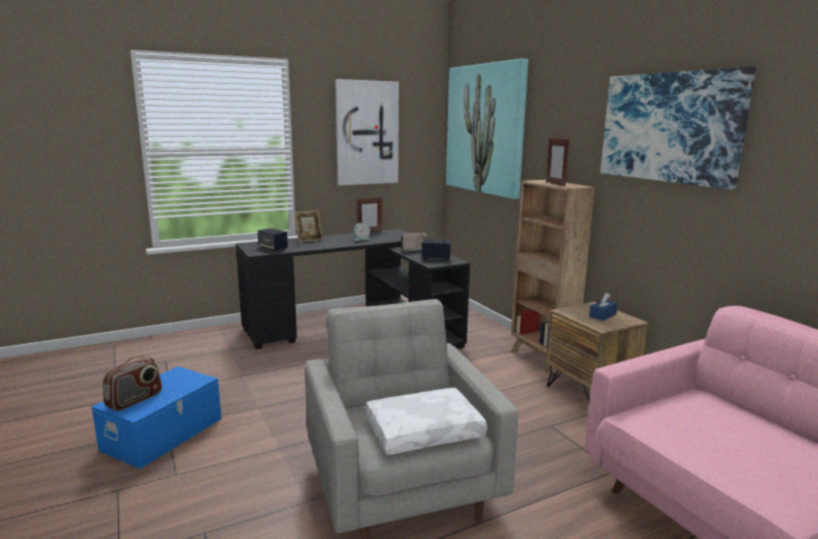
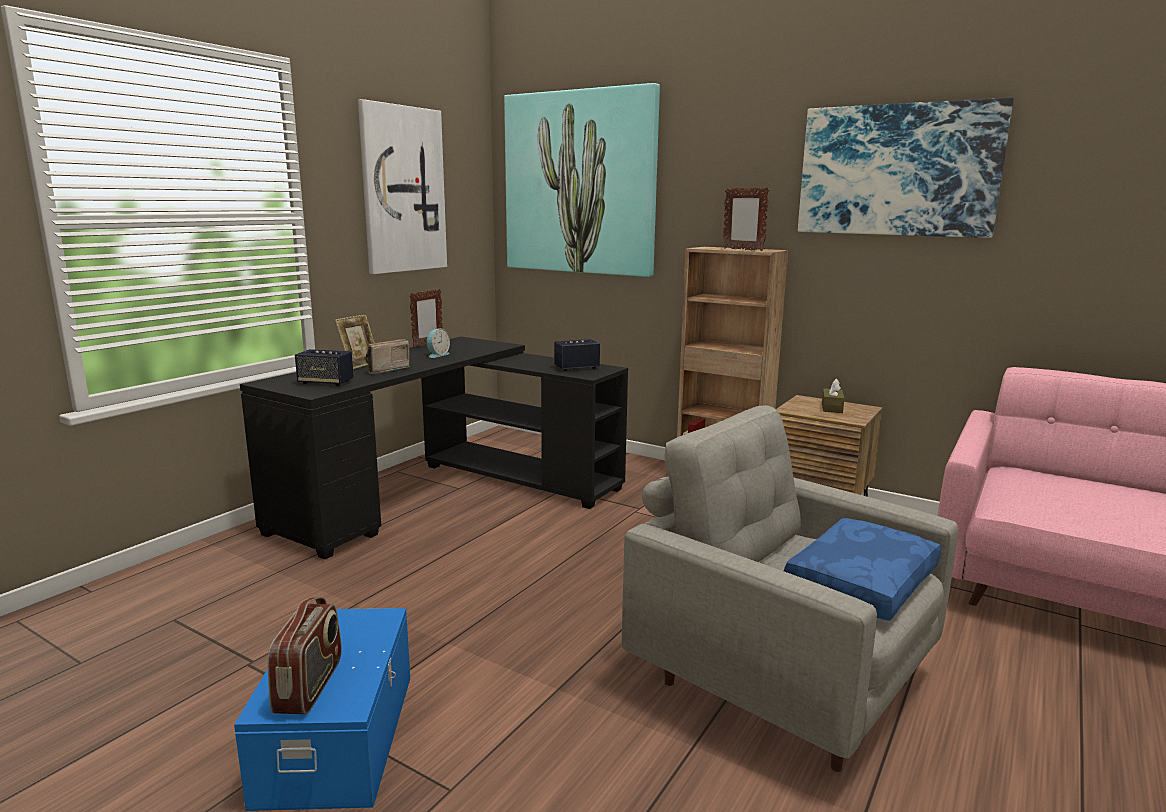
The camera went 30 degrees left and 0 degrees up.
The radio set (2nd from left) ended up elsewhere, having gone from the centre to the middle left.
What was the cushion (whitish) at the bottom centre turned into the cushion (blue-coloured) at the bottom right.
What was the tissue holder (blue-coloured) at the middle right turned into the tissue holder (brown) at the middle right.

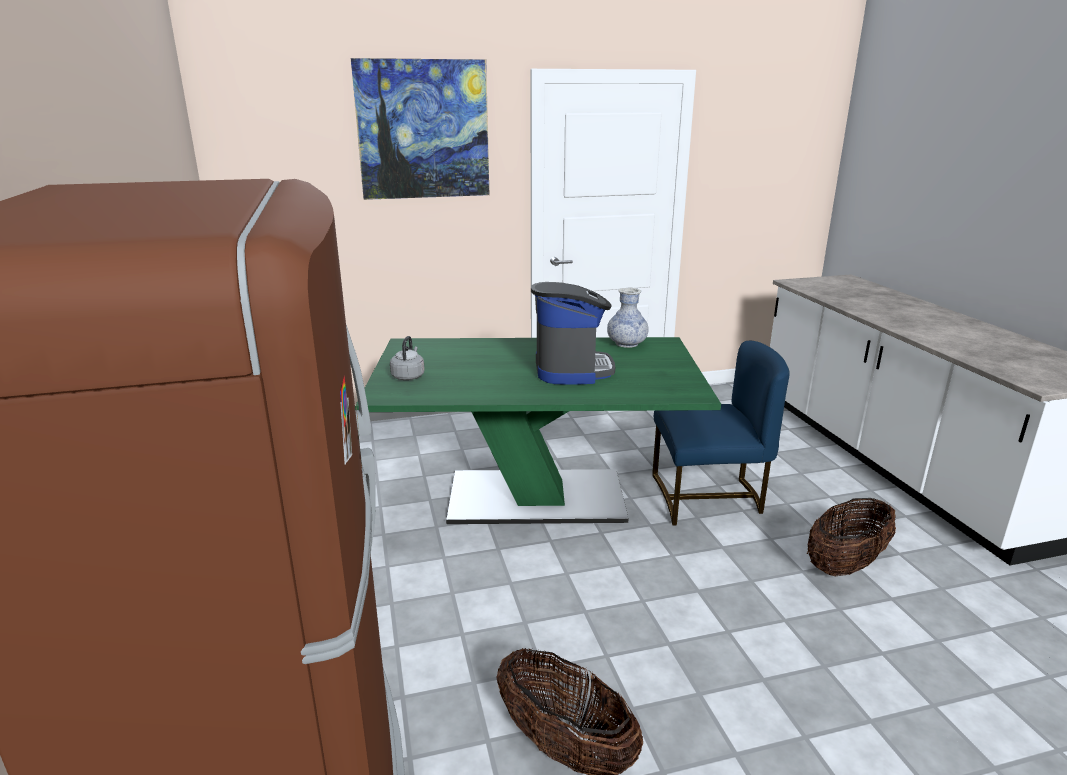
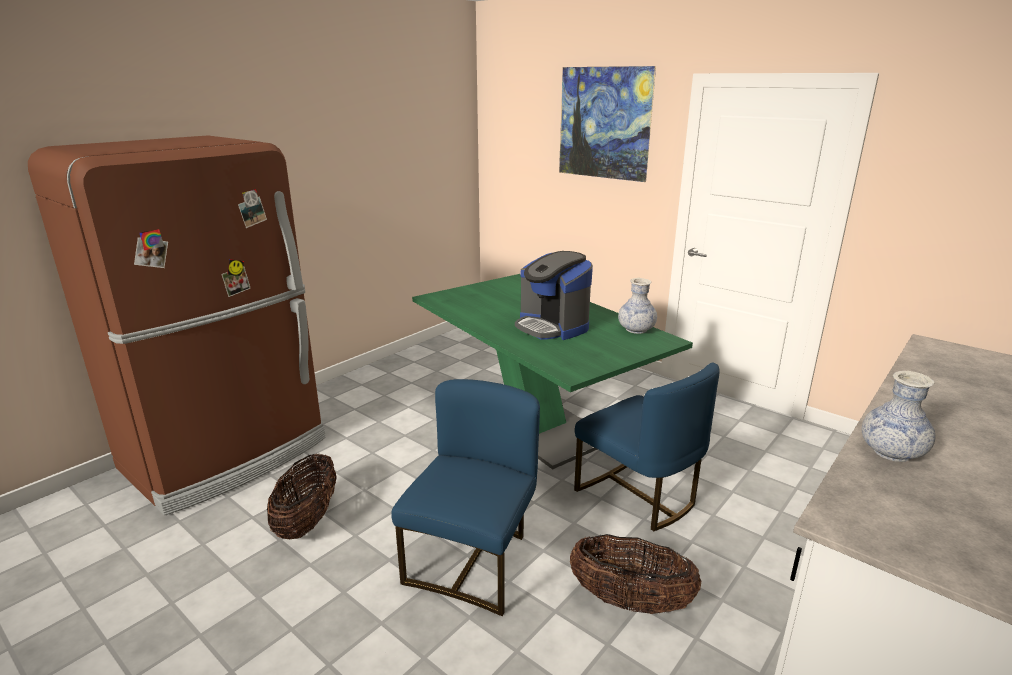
The camera went 55 degrees right and 0 degrees up.
The second view gained the upright chair (blue-coloured) (1st from left) at the bottom centre.
The coffee maker at the centre ended up facing another way, 90 degrees clockwise from before.
The second view gained the flower vase (2nd from left) at the middle right.
The second view lost the water kettle (greyish) at the centre.

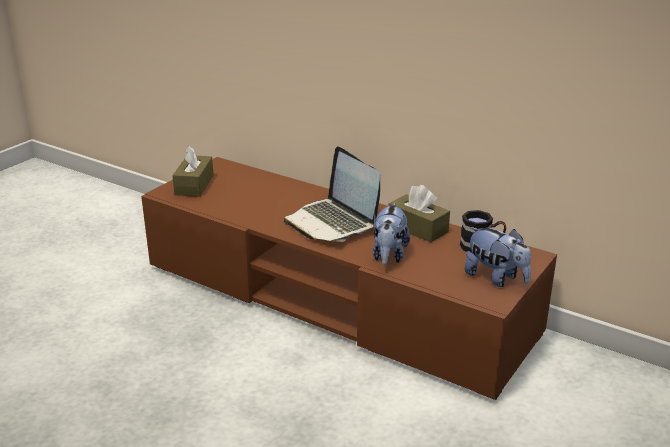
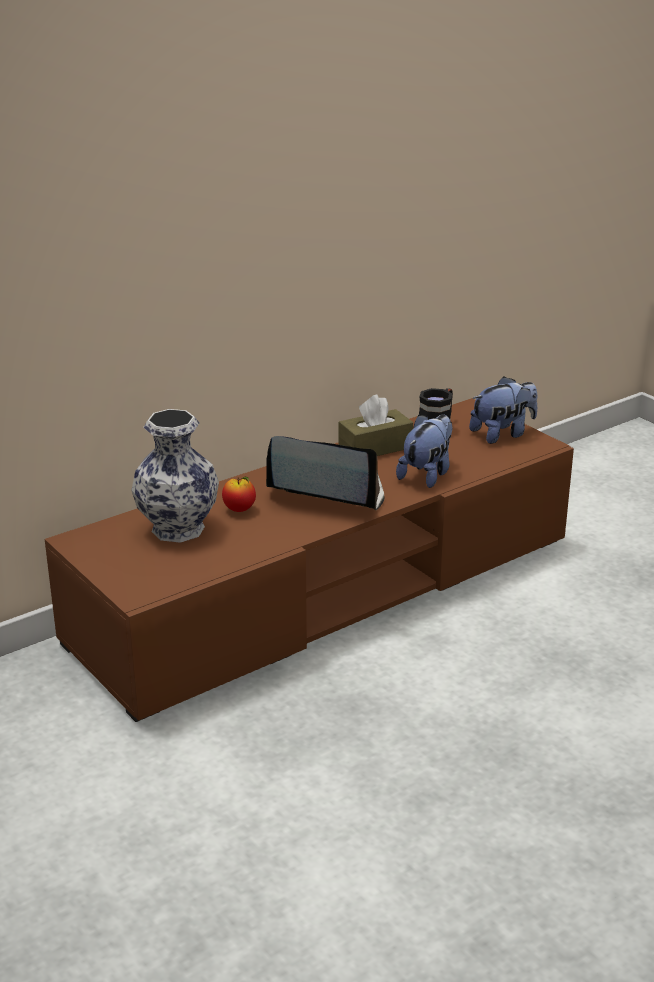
The camera went 70 degrees left and 0 degrees up.
The second view gained the flower vase at the middle left.
The second view gained the apple fruit at the centre.
The laptop at the centre ended up facing another way, 150 degrees counterclockwise from before.
The cuddly toy (1st from left) at the centre ended up facing another way, 90 degrees counterclockwise from before.
The second view lost the tissue holder (brown) (1st from left) at the middle left.

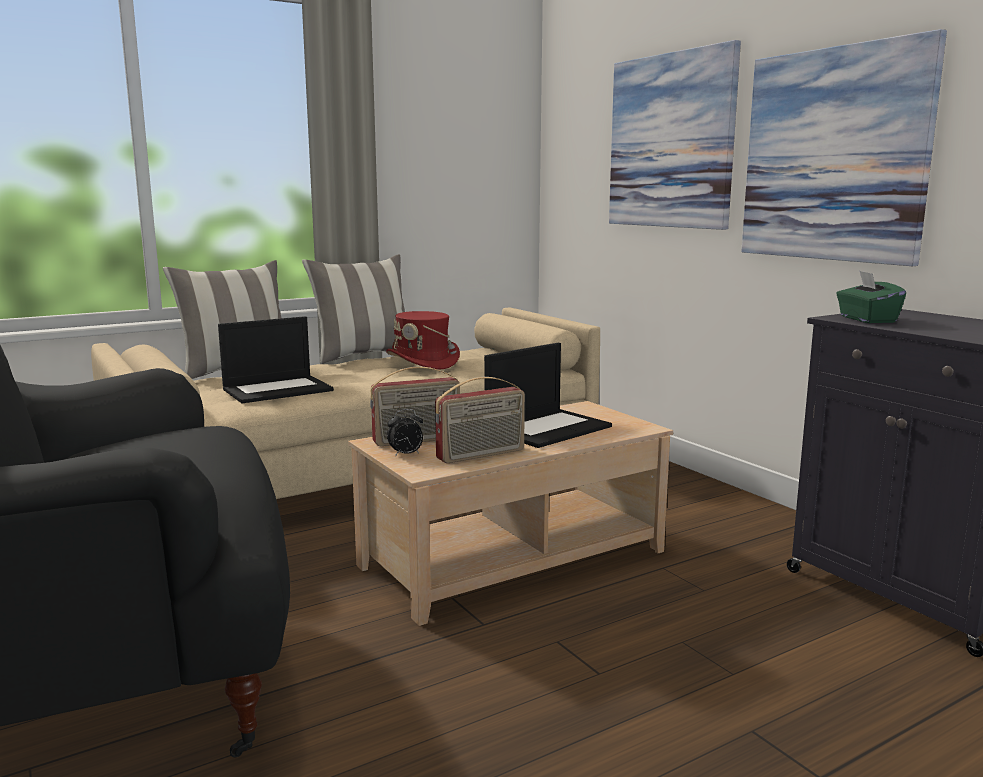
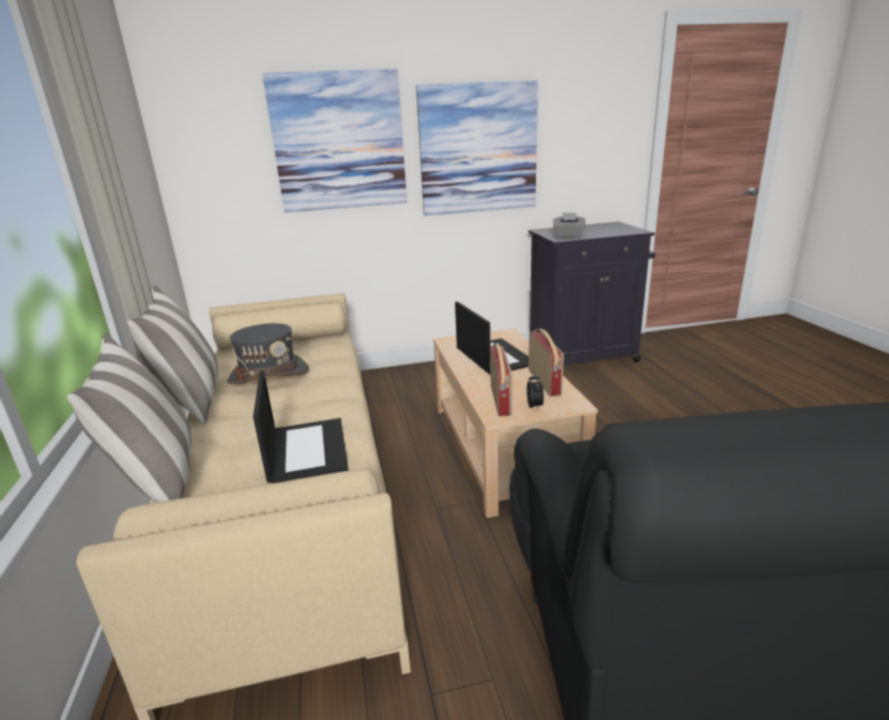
The camera went 70 degrees left and 10 degrees up.
What was the hat (red-coloured) at the centre turned into the hat (greyish) at the middle left.
What was the tissue holder (green-coloured) at the middle right turned into the tissue holder (greyish) at the top centre.

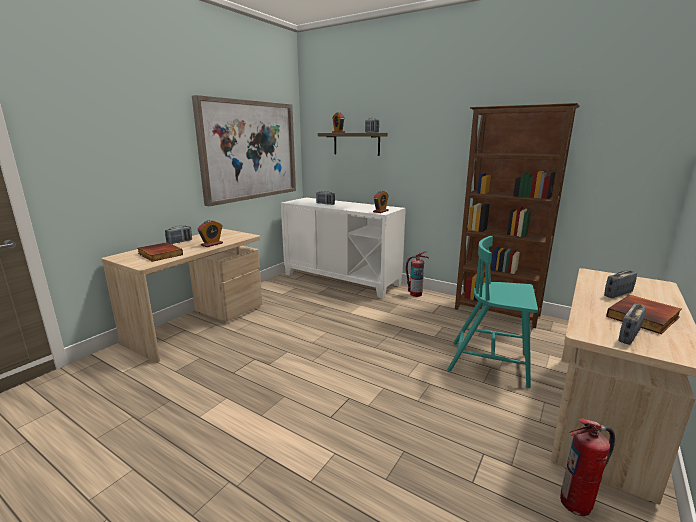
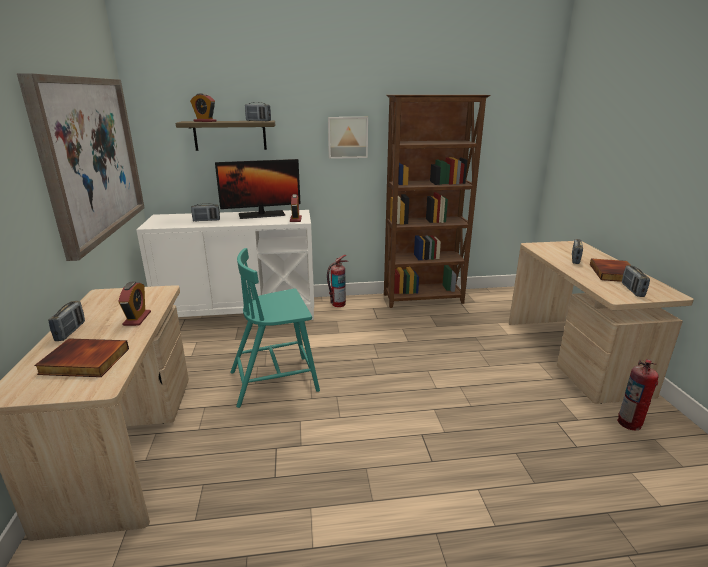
The camera went 40 degrees left and 5 degrees up.
The second view gained the monitor at the centre.
The upright chair (turquoise-coloured) ended up elsewhere, having gone from the middle right to the centre.
The second view gained the wall picture (2nd from left) at the top centre.

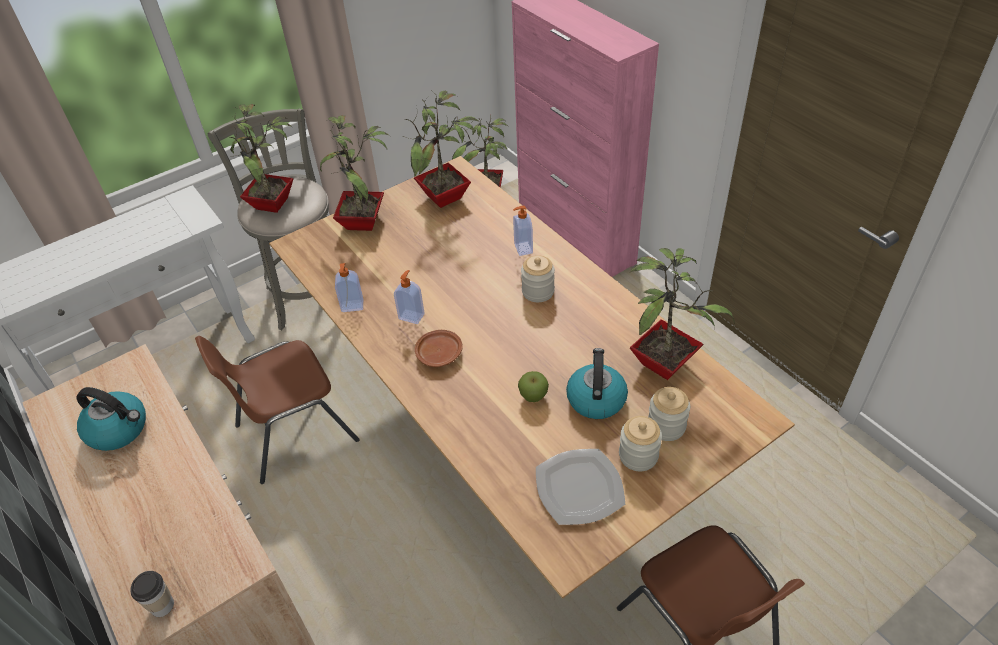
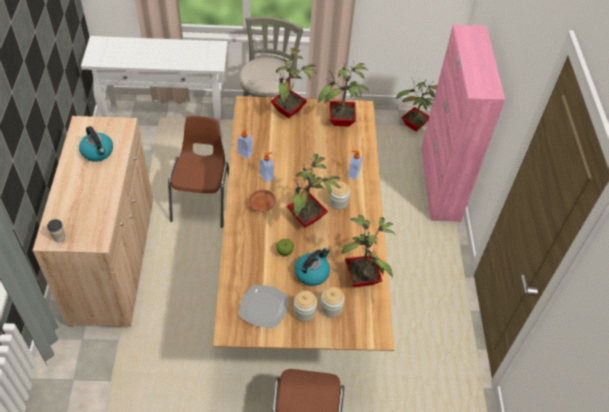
The camera went 30 degrees right and 5 degrees up.
The upright chair (brown) (1st from left) at the middle left ended up facing another way, 90 degrees clockwise from before.
The potted plant (1st from left in the first image) ended up elsewhere, having gone from the top left to the centre.

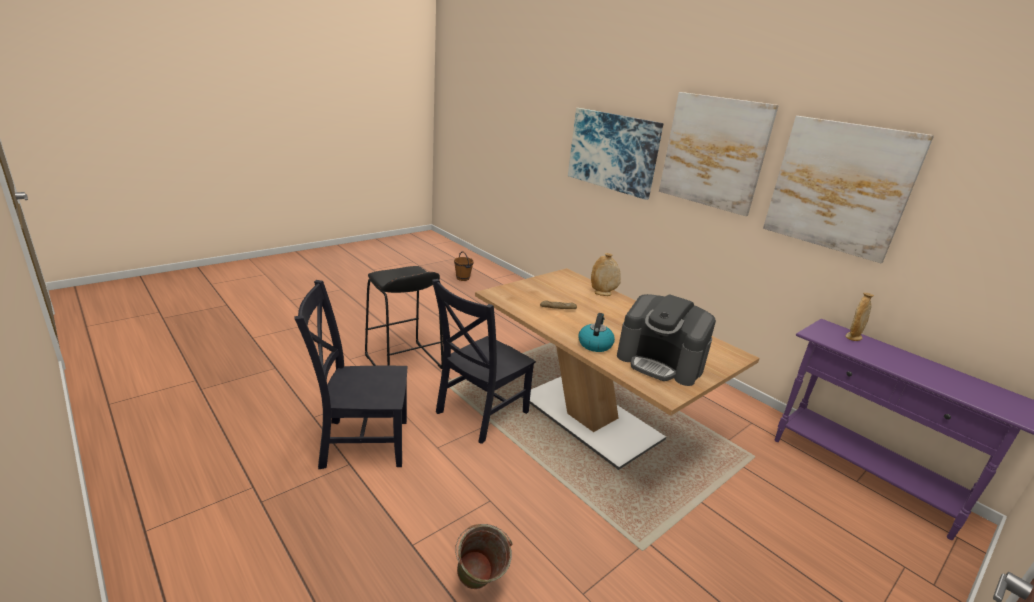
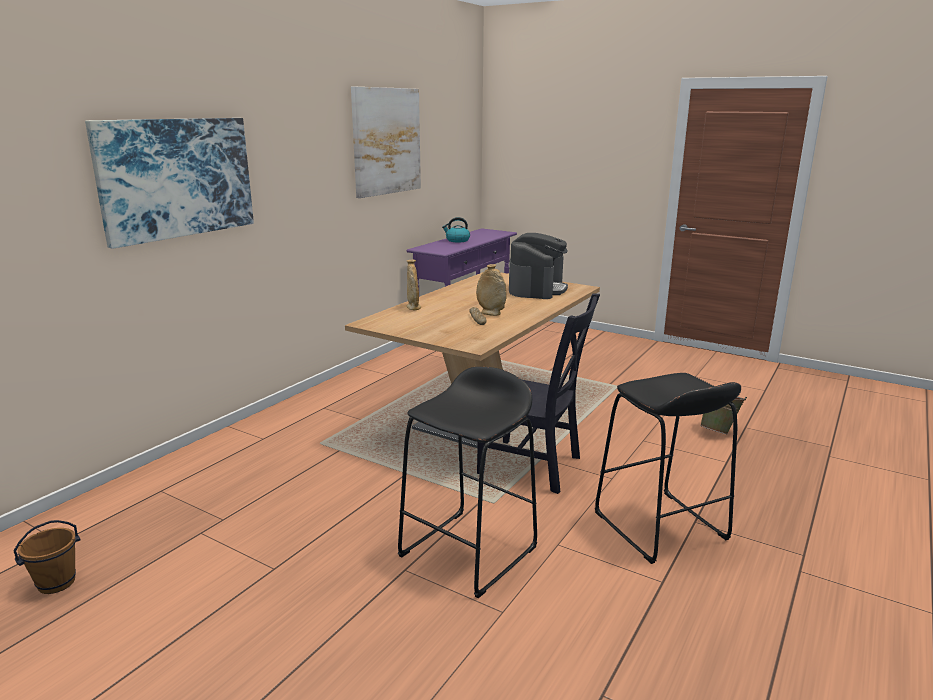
The camera went 105 degrees left and 5 degrees down.
The water kettle ended up elsewhere, having gone from the centre to the top centre.
The flower vase (beige-coloured) (2nd from left) ended up elsewhere, having gone from the middle right to the centre.
Where the upright chair (black-coloured) (1st from left) stood at the centre, the sitting stool (black-coloured) (2nd from left) came to stand at the bottom right.
The second view lost the wall picture (2nd from left) at the top right.

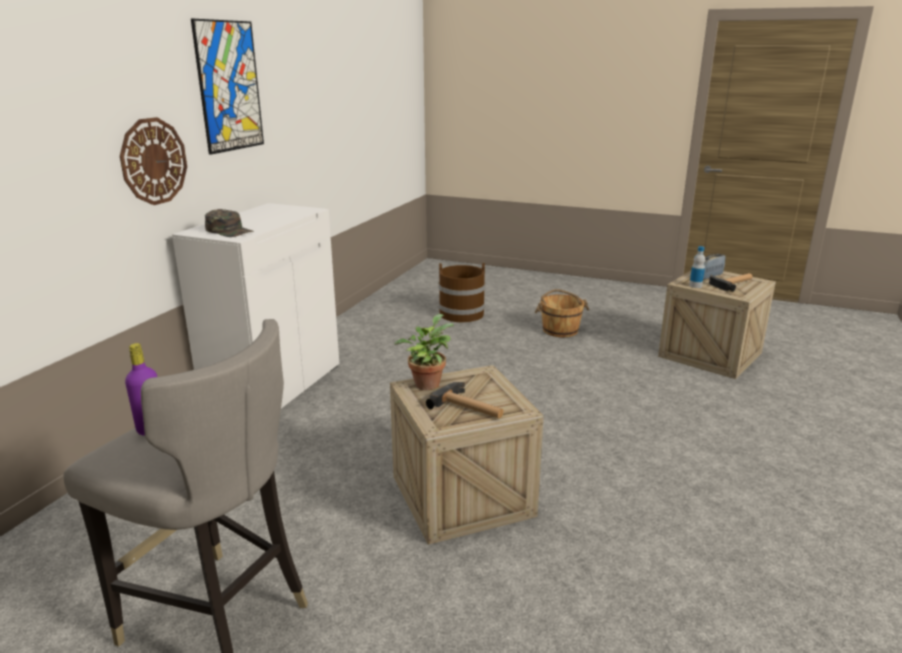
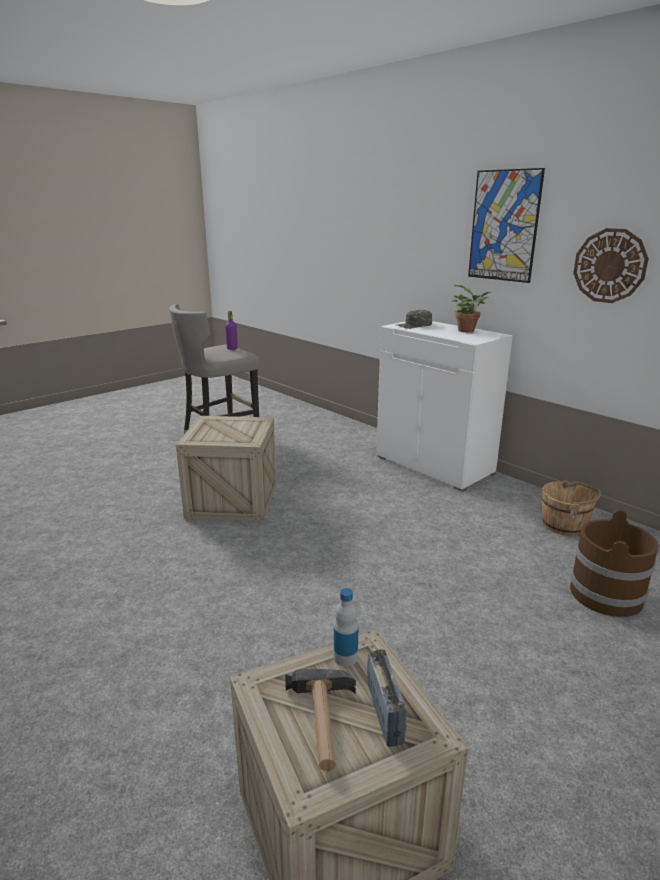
The camera went 115 degrees right and 0 degrees up.
The potted plant ended up elsewhere, having gone from the centre to the middle right.
The bucket (brown) (2nd from left in the first image) ended up elsewhere, having gone from the centre to the middle right.
The hanging clock ended up elsewhere, having gone from the top left to the top right.
The second view lost the tool hammer (1st from left) at the centre.

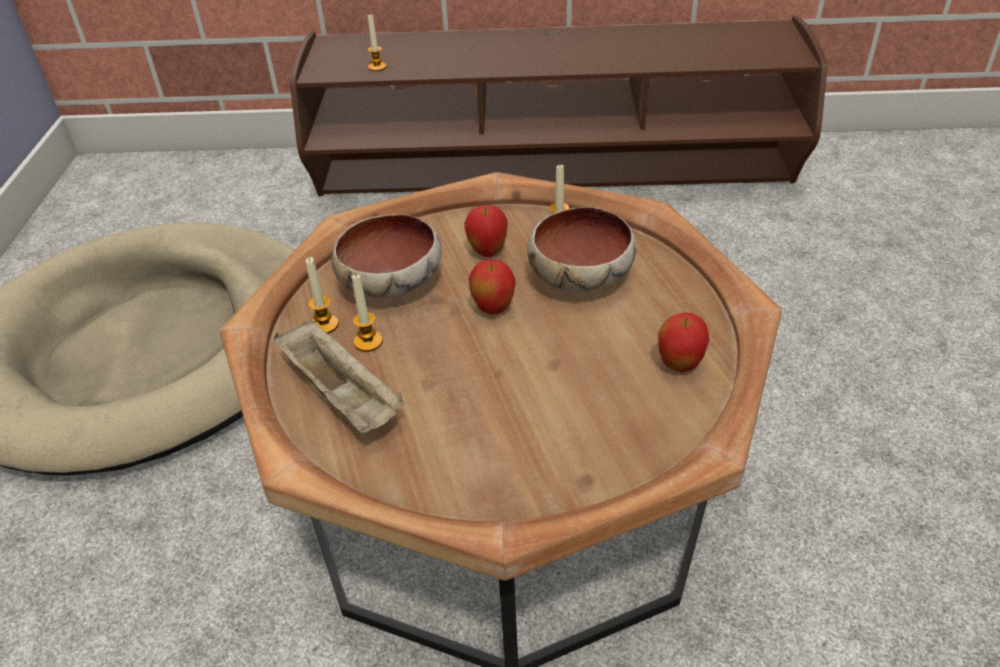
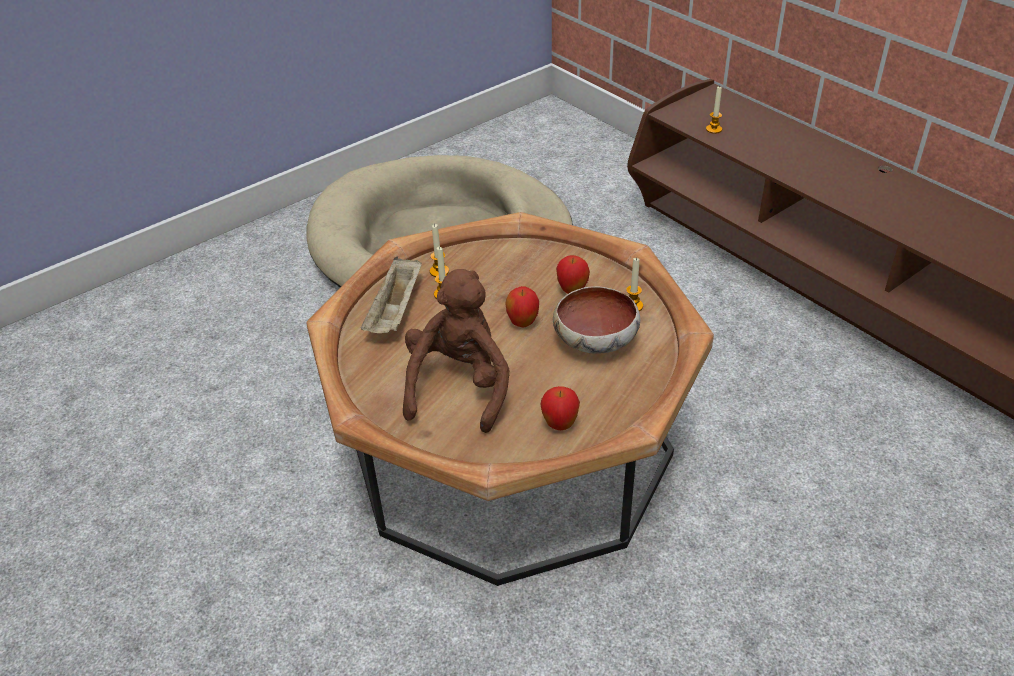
The camera went 50 degrees right and 0 degrees up.
The second view gained the cuddly toy (brown) at the centre.
The second view lost the serving bowl (1st from left) at the centre.

